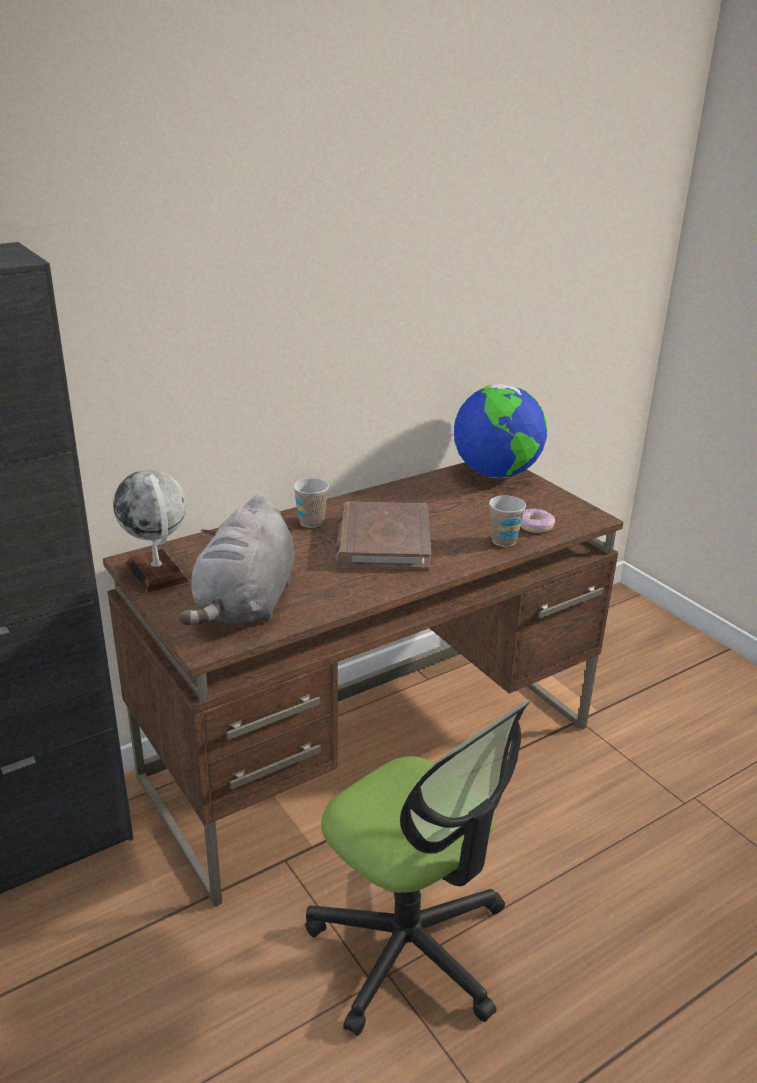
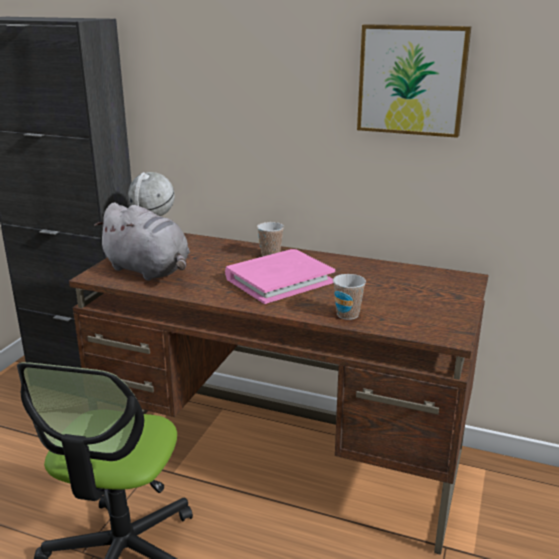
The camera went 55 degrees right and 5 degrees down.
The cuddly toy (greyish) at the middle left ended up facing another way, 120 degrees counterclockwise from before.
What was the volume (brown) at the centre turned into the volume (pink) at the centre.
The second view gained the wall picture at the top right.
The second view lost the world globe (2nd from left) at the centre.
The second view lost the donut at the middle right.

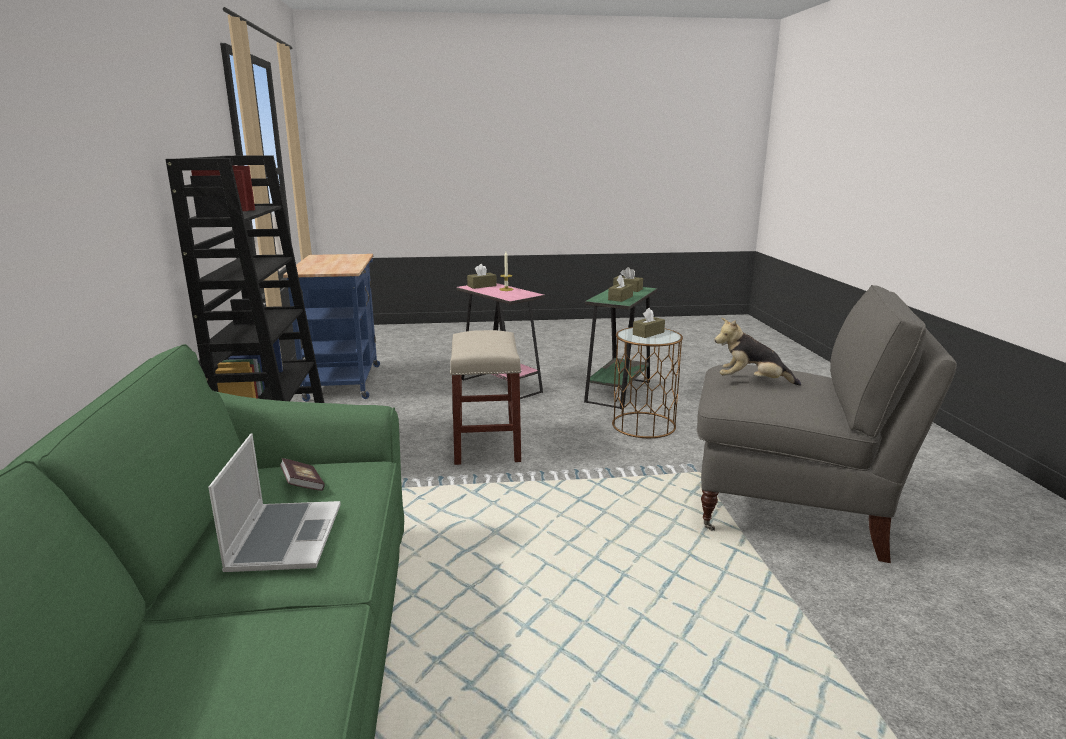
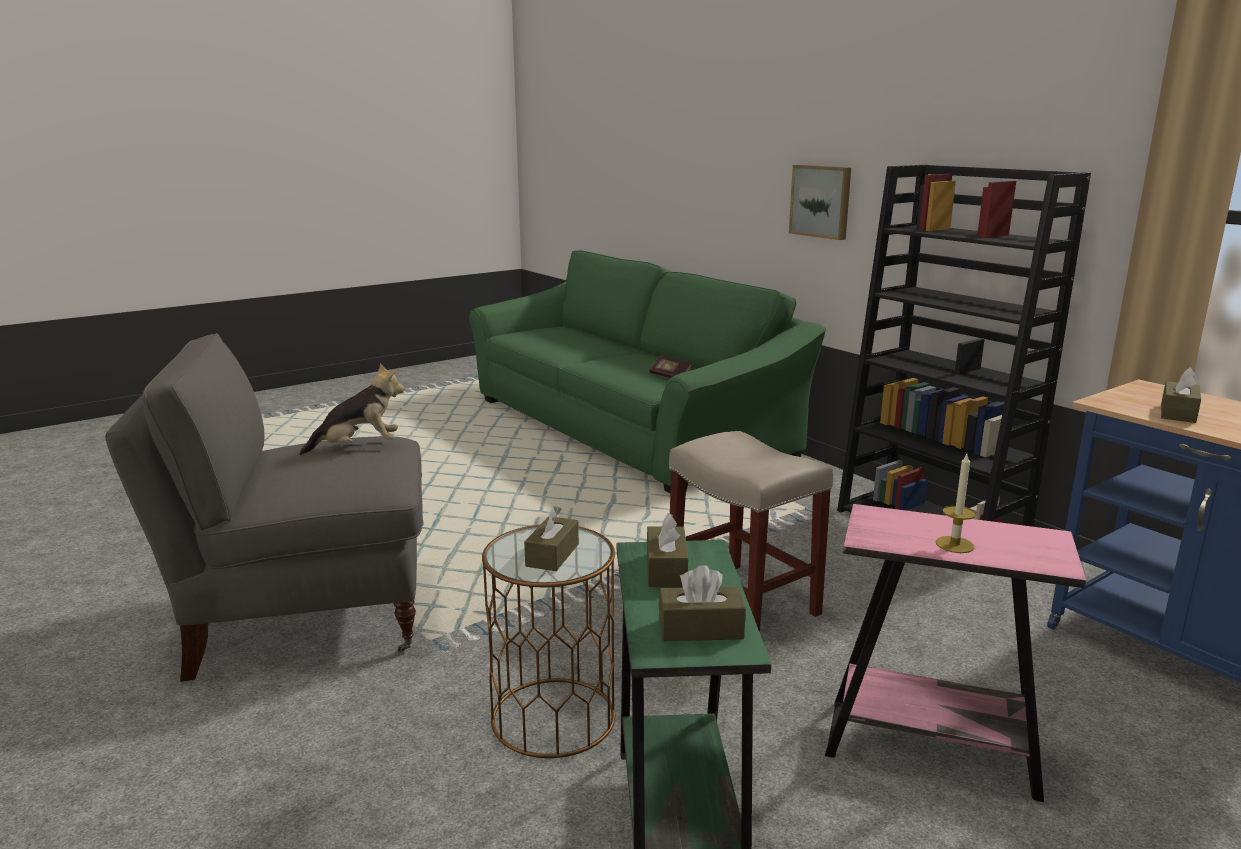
The camera went 150 degrees right and 0 degrees up.
The second view gained the wall picture at the top centre.
The tissue holder (brown) (1st from left in the first image) ended up elsewhere, having gone from the centre to the middle right.
The second view lost the laptop at the bottom left.

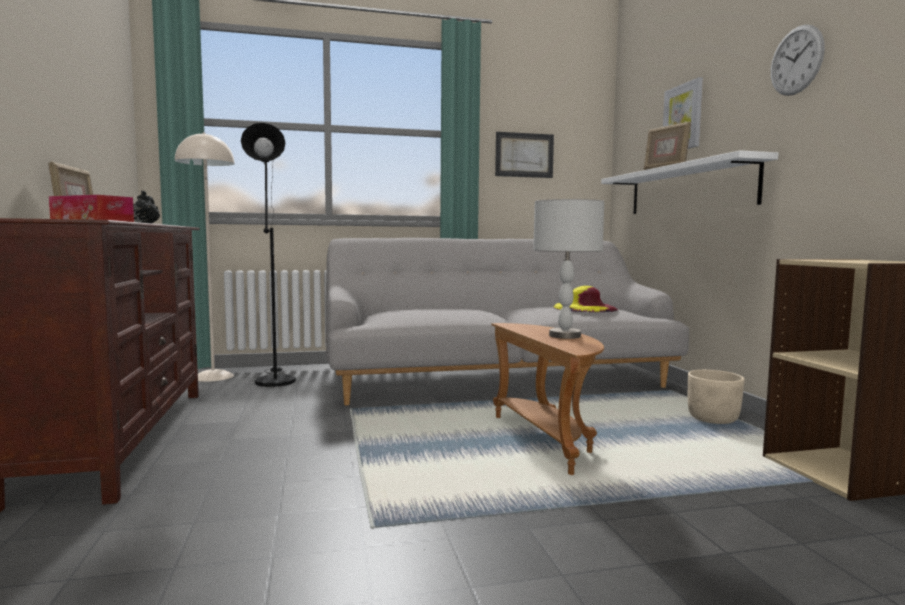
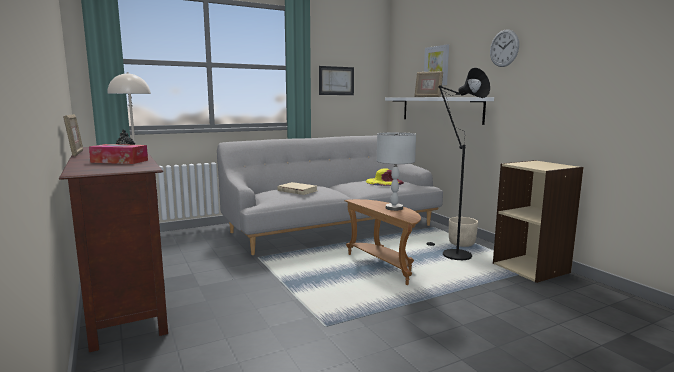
The camera went 15 degrees left and 5 degrees up.
The second view gained the volume (beige-coloured) at the centre.
The floor lamp (black-coloured) ended up elsewhere, having gone from the middle left to the middle right.

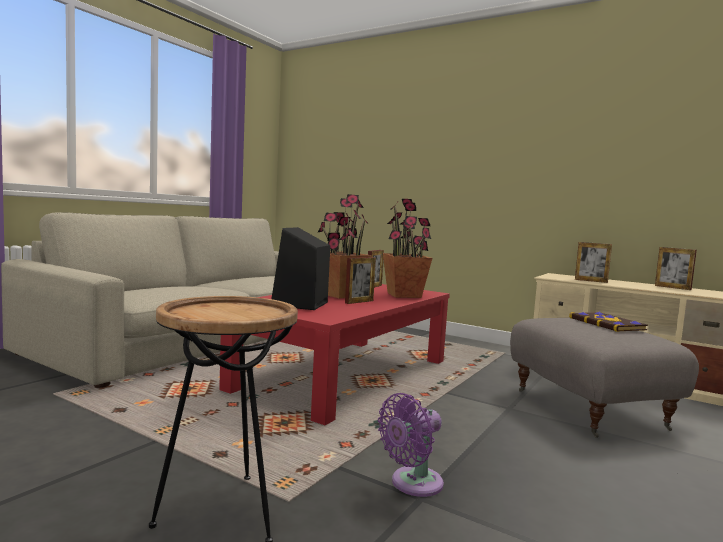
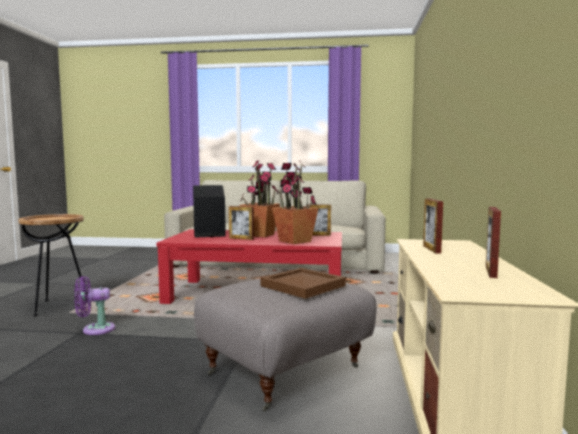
The camera went 65 degrees right and 0 degrees up.
The cooling fan (purplish) at the bottom centre ended up facing another way, 45 degrees counterclockwise from before.
Where the volume stood at the middle right, the carrying tray (brown) came to stand at the centre.

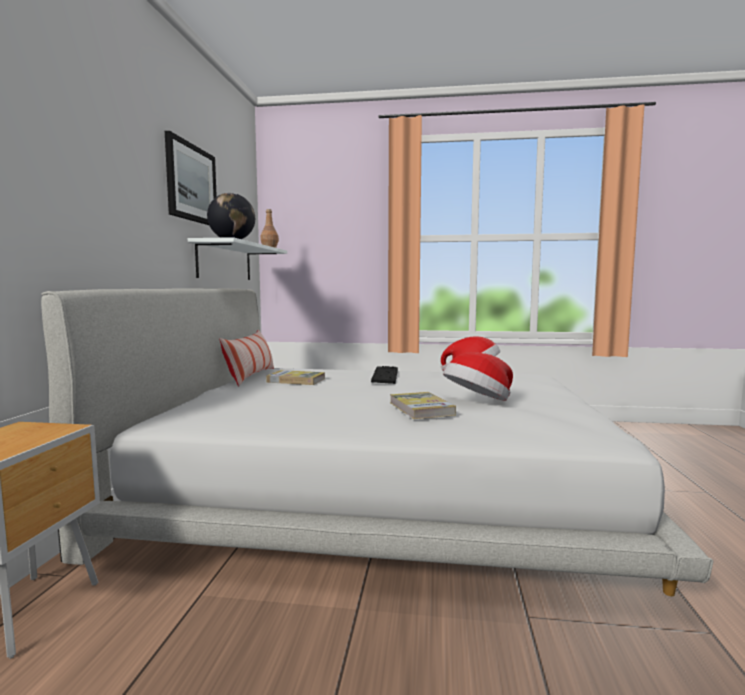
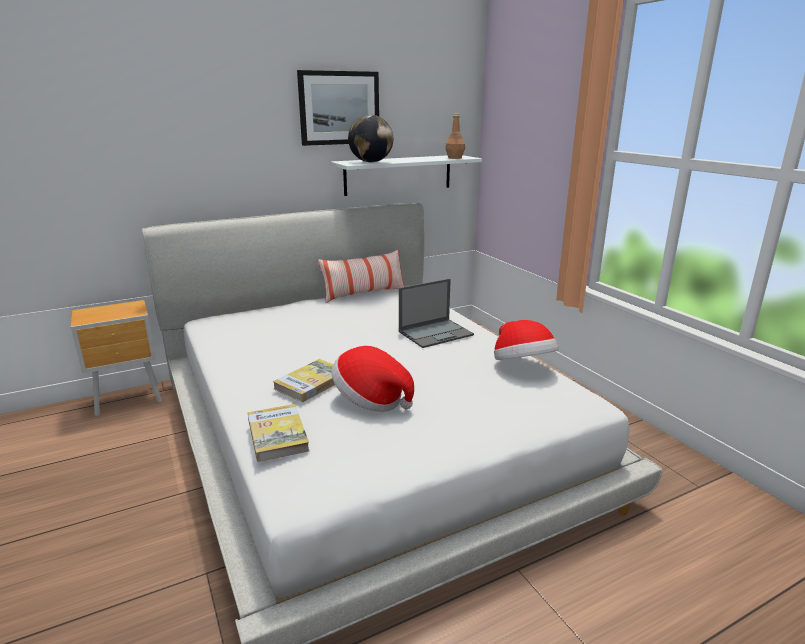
The camera went 55 degrees right and 15 degrees up.
The volume (1st from left) ended up elsewhere, having gone from the centre to the bottom centre.
Where the computer keyboard stood at the centre, the laptop came to stand at the centre.

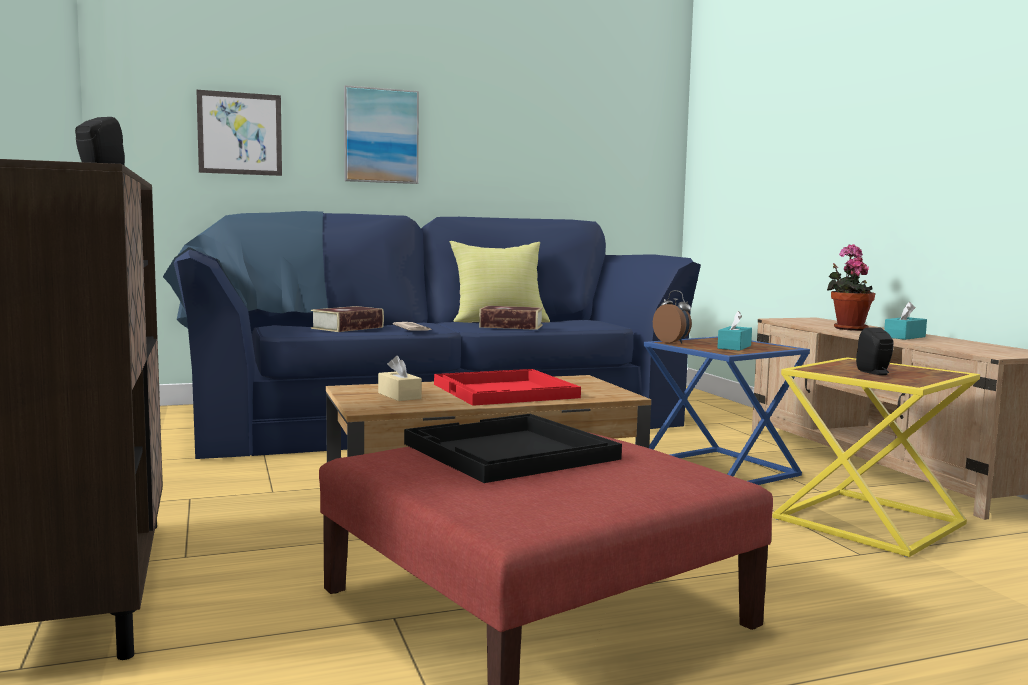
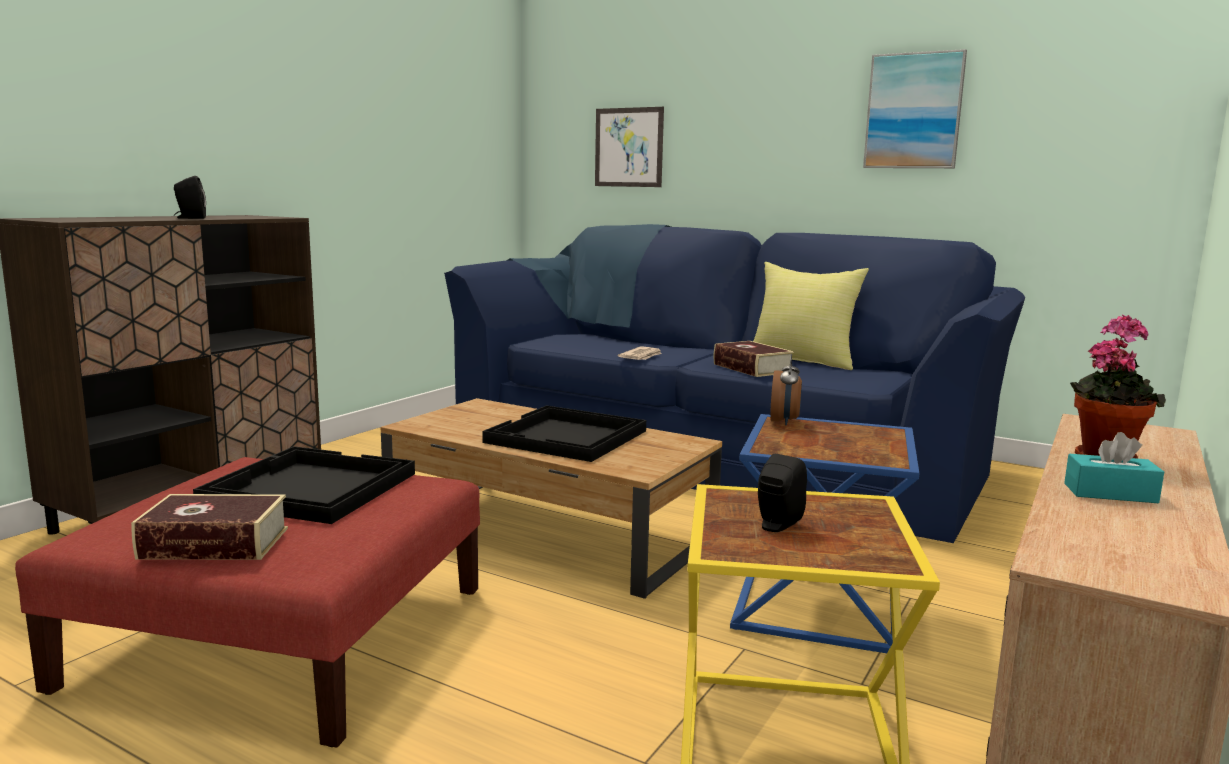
The camera went 50 degrees right and 5 degrees up.
The volume (1st from left) ended up elsewhere, having gone from the centre to the bottom left.
What was the carrying tray (red-coloured) at the centre turned into the carrying tray (black-coloured) (2nd from left) at the centre.
The wall picture (2nd from left) ended up elsewhere, having gone from the top centre to the top right.
The second view lost the tissue holder (beige-coloured) at the centre.
The second view lost the tissue holder (turquoise-coloured) (1st from left) at the middle right.

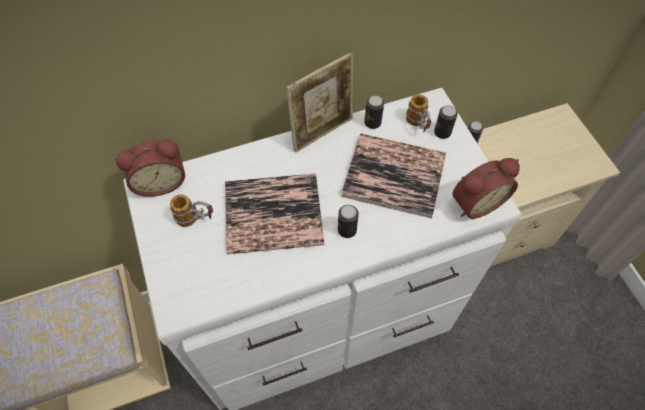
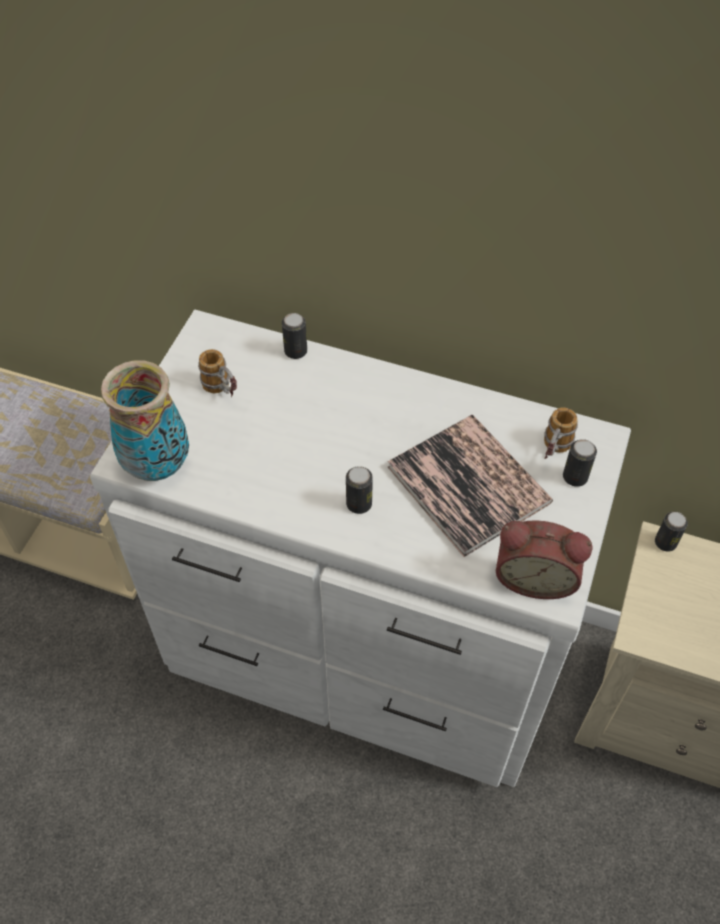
The camera went 40 degrees right and 5 degrees down.
The second view gained the flower vase at the middle left.
The can (2nd from left in the first image) ended up elsewhere, having gone from the top centre to the centre.
The second view lost the alarm clock (1st from left) at the middle left.
The second view lost the volume (1st from left) at the centre.
The second view lost the standing frame at the top centre.

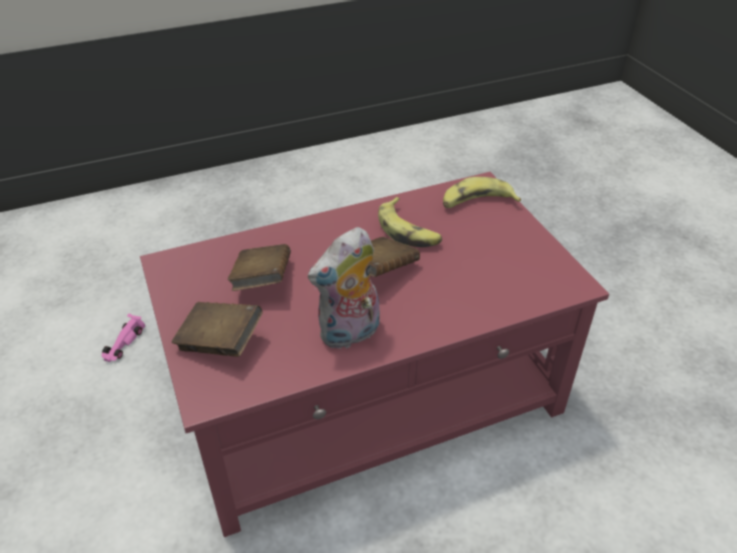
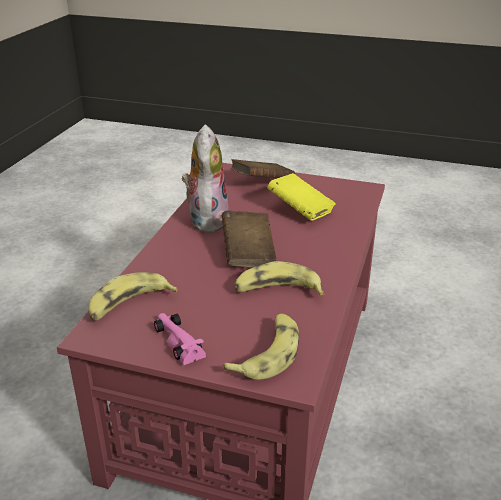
The camera went 130 degrees right and 10 degrees down.
The second view gained the banana (1st from left) at the middle left.
The toy car (pink) ended up elsewhere, having gone from the middle left to the bottom centre.
What was the volume (brown) (2nd from left) at the centre turned into the volume (yellowish) at the centre.

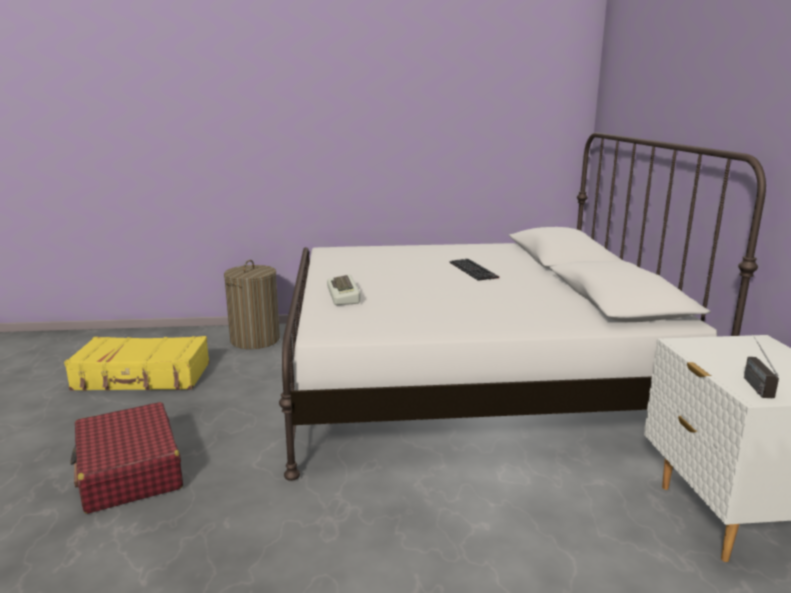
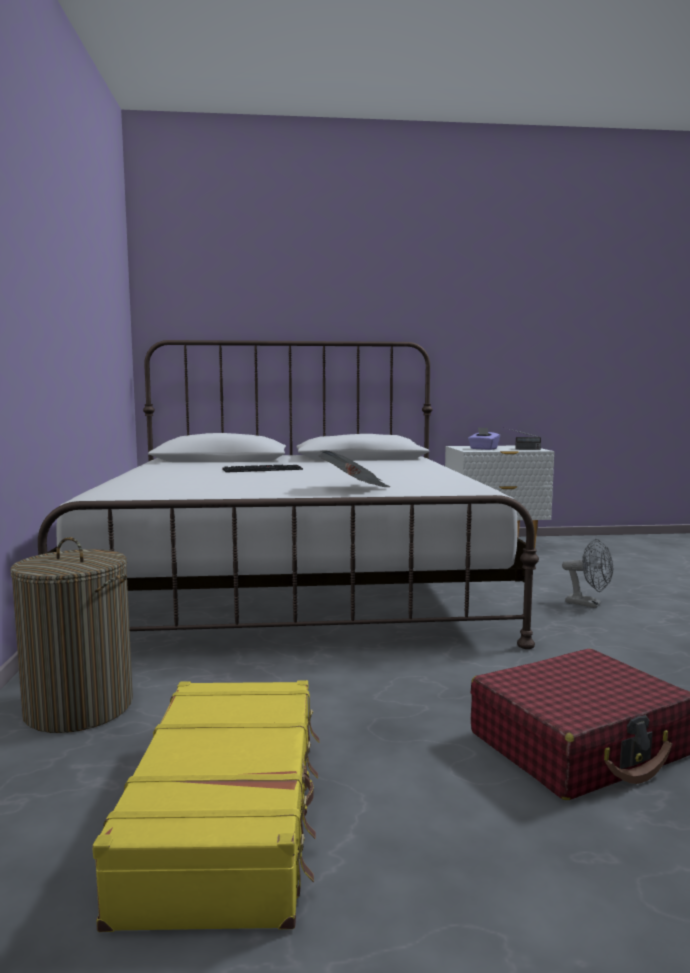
The camera went 90 degrees left and 10 degrees down.
Where the computer keyboard (1st from left) stood at the centre, the newspaper came to stand at the centre.
The second view gained the tissue holder (purplish) at the middle right.
The second view gained the cooling fan (greyish) at the middle right.

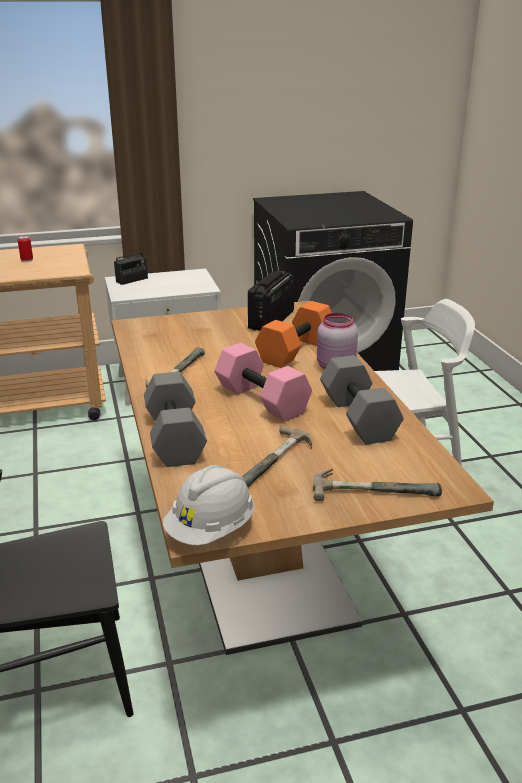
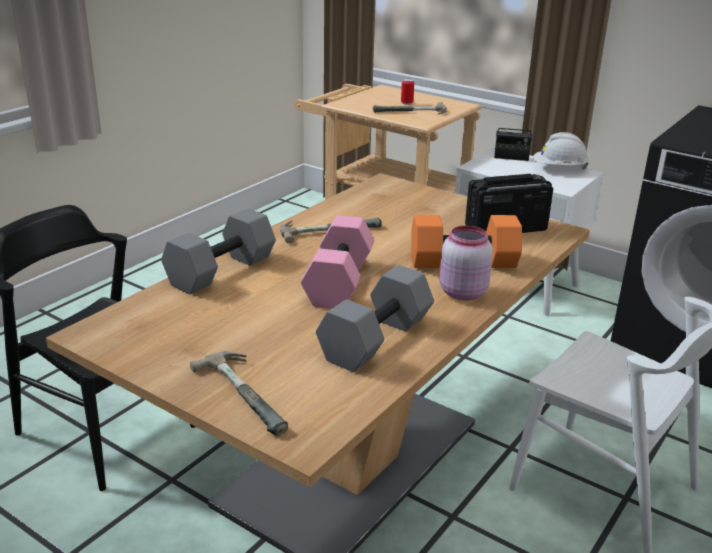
The camera went 50 degrees right and 0 degrees up.
The tool hammer (2nd from left in the first image) ended up elsewhere, having gone from the centre to the top centre.
The hard hat (whitish) ended up elsewhere, having gone from the centre to the top right.

